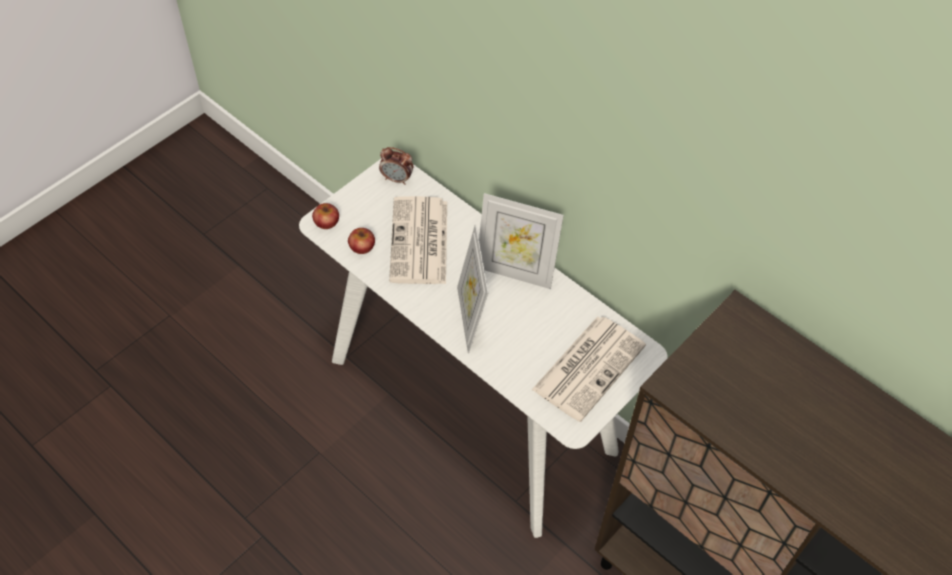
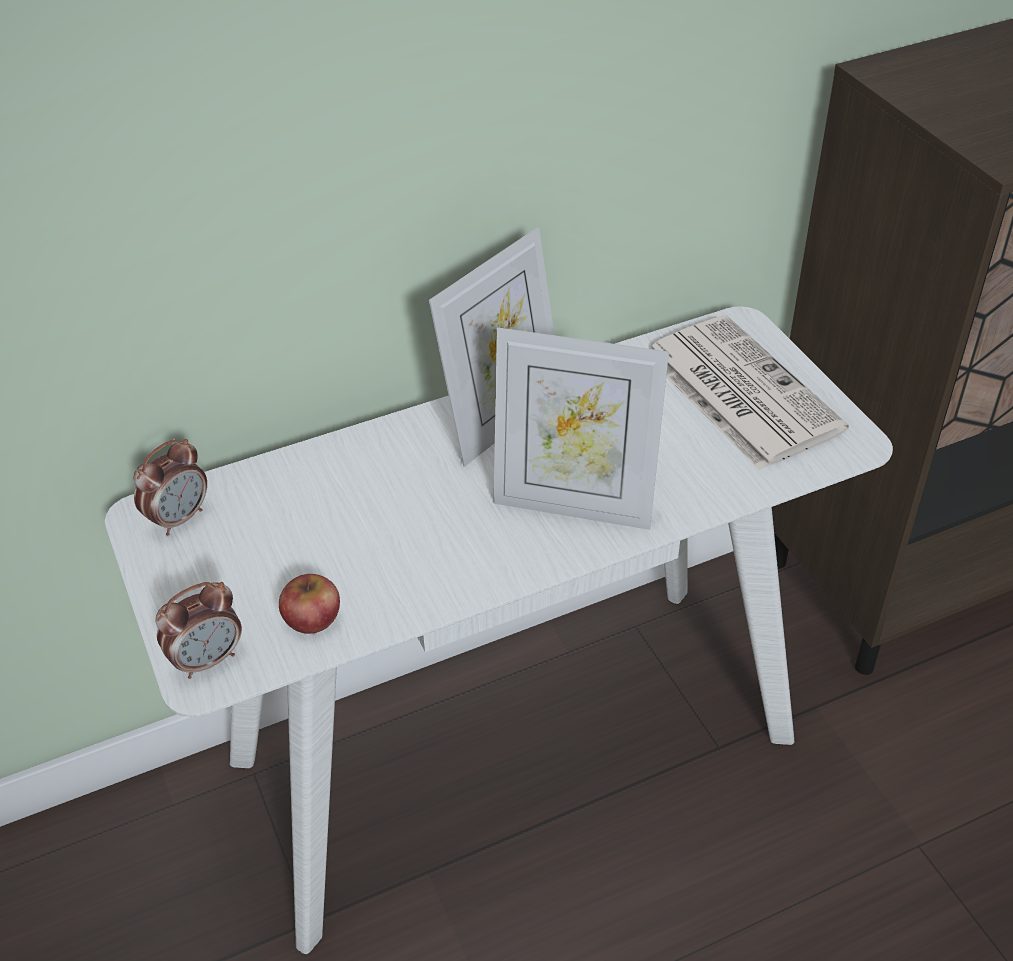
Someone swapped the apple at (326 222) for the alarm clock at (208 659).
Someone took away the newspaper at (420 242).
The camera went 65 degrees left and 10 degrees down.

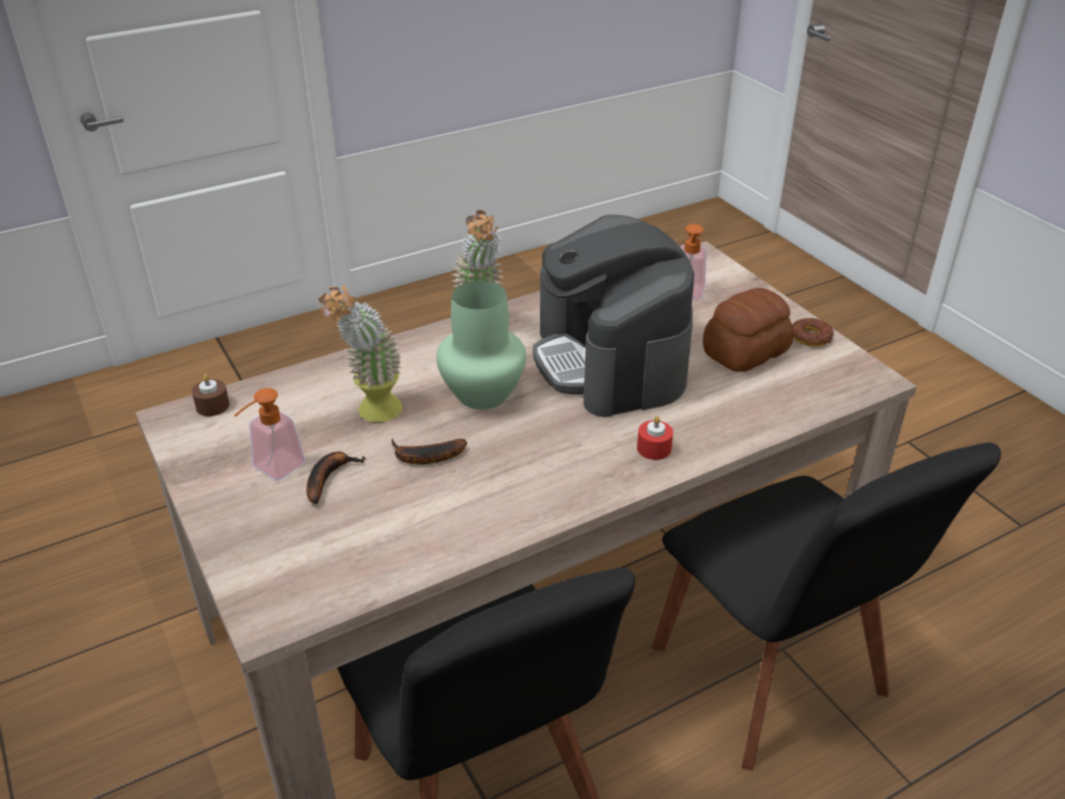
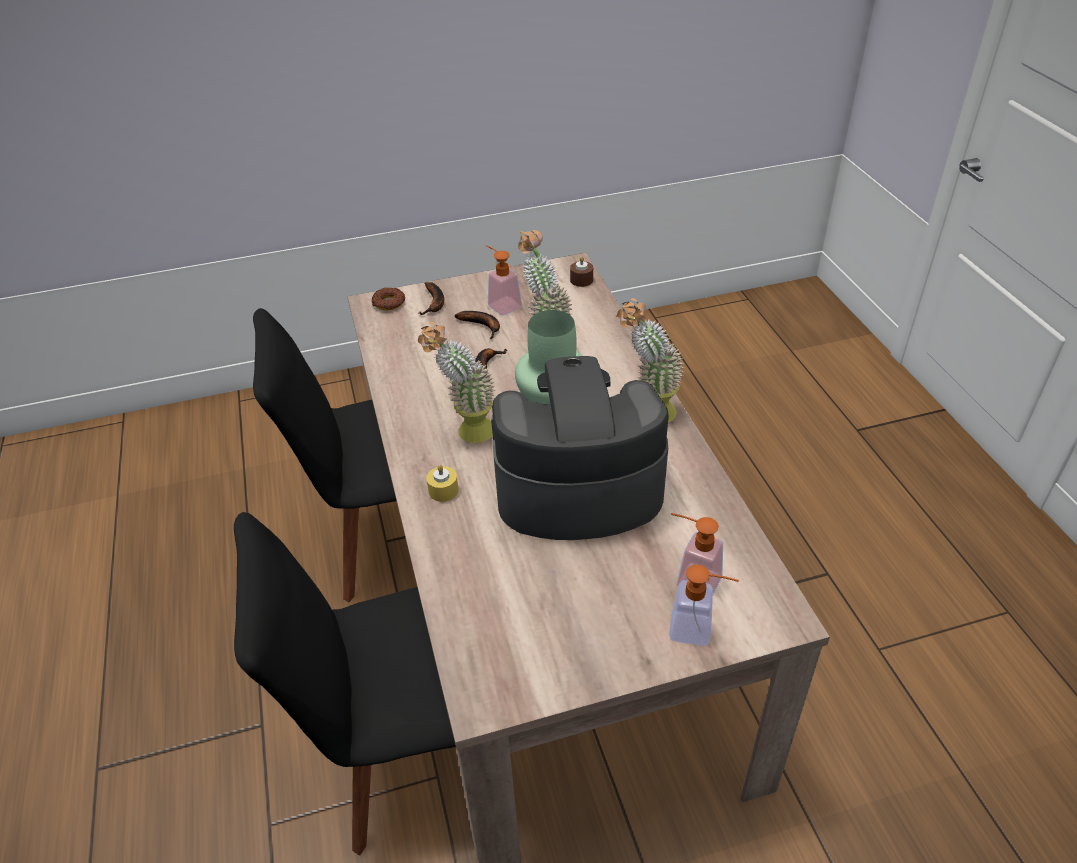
Someone carried the donut from (811 337) to (389 303).
Someone put down the potted plant at (466 433).
Someone put down the banana at (434 303).
Someone repainted the red candle at (654 448), which became the yellow candle at (443 490).
Someone put down the soap dispenser at (699 630).
Someone took away the bread at (744 351).
The camera went 105 degrees right and 5 degrees up.

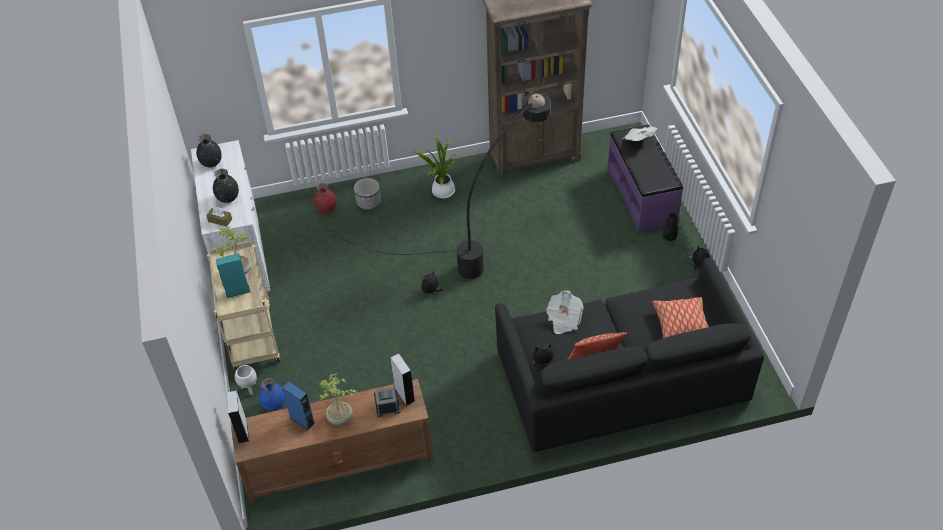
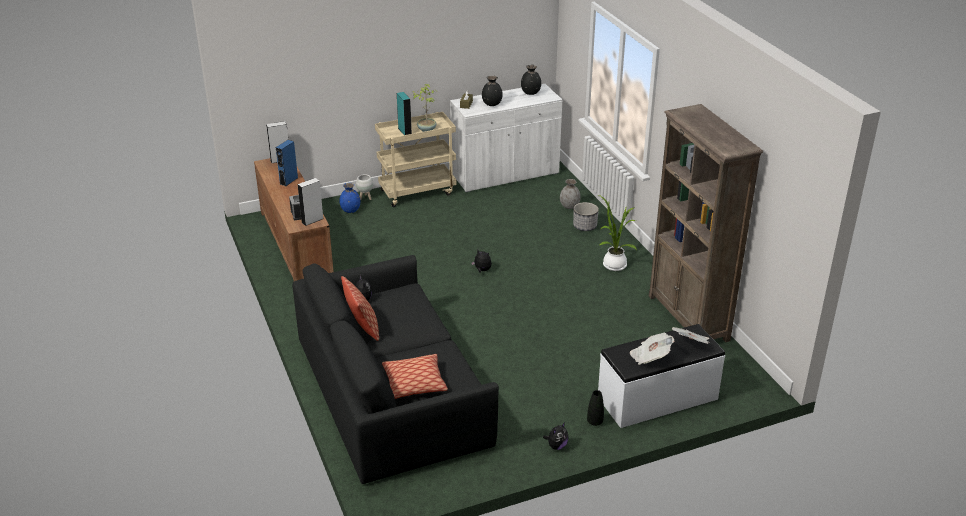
Someone repainted the red vase at (326 208), which became the grey vase at (569 206).
Someone repainted the purple bench at (642 195), which became the white bench at (658 399).
Someone carried the newspaper from (563 319) to (650 357).
Someone took away the potted plant at (340 418).
Someone took away the black floor lamp at (480 244).
The camera went 80 degrees right and 15 degrees down.

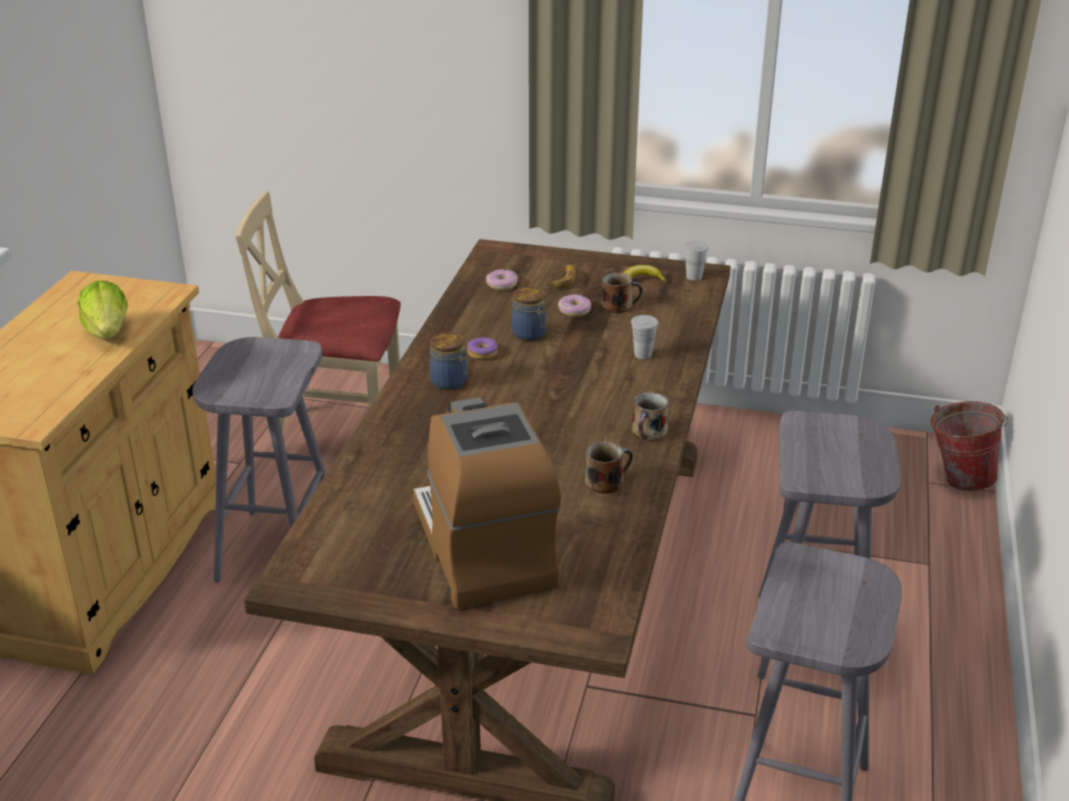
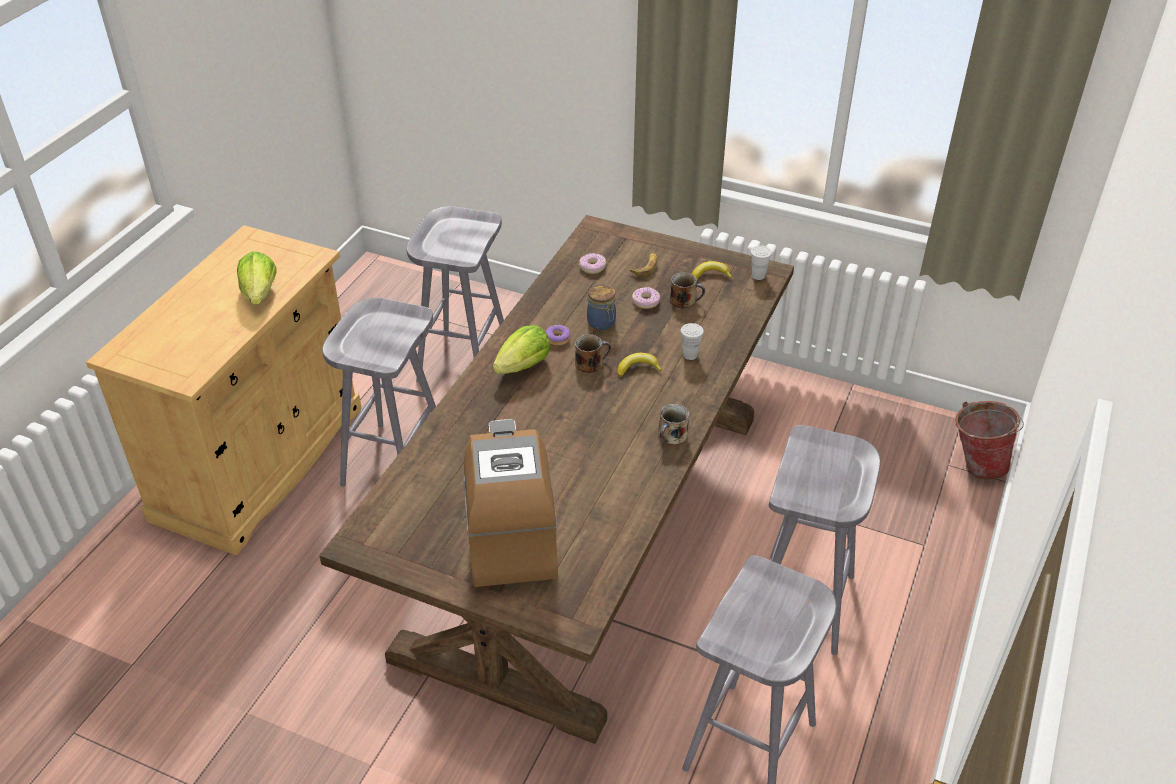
Someone swapped the beige chair at (339 436) for the grey stool at (463 360).
Someone swapped the jar at (450 382) for the lettuce at (524 366).
Someone carried the mug from (606 481) to (590 363).
Someone put down the banana at (638 368).
The camera went 10 degrees right and 10 degrees up.

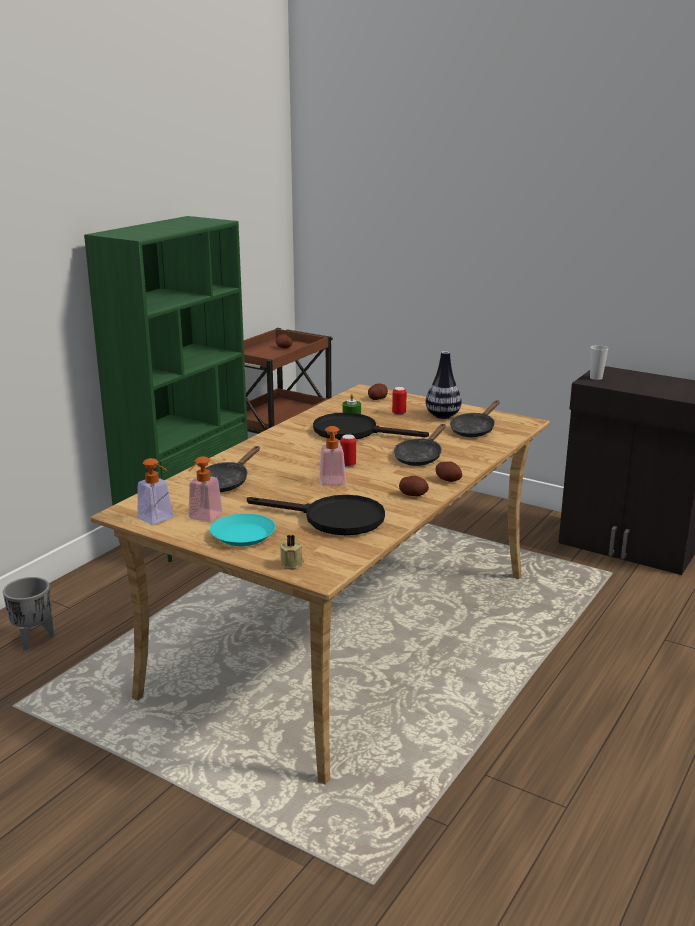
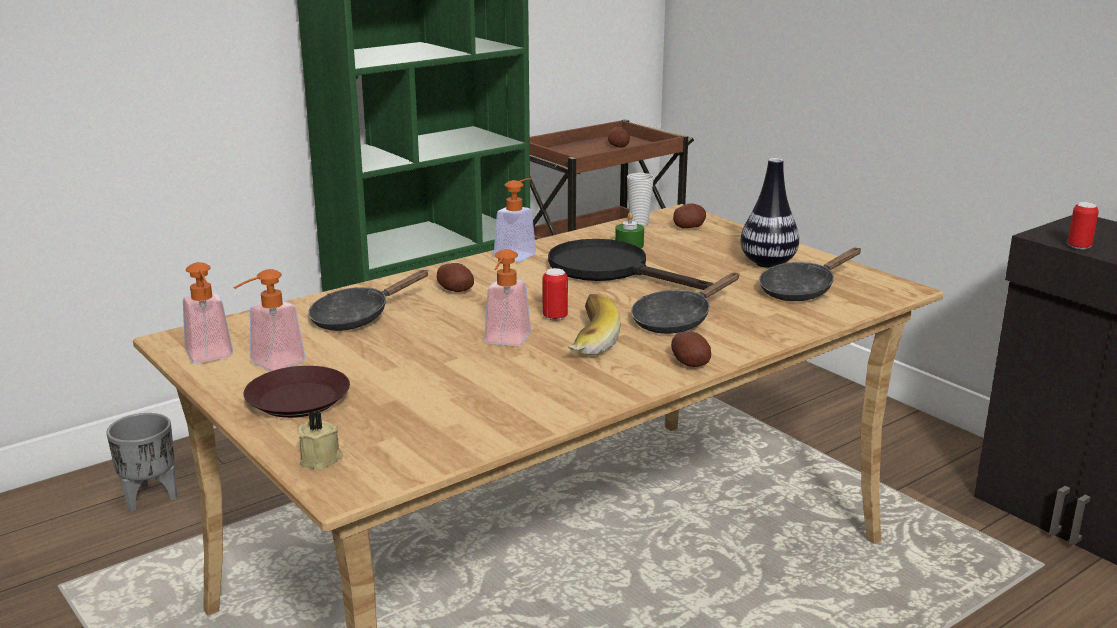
Someone repainted the turquoise plate at (242 535), which became the brown plate at (297 400).
Someone carried the potato from (413 495) to (456 290).
Someone put down the soap dispenser at (519 254).
Someone put down the banana at (585 340).
Someone carried the cup from (596 378) to (639 223).
Someone carried the can from (399 413) to (1079 247).
Someone took away the black frying pan at (333 519).
The camera went 20 degrees right and 0 degrees up.

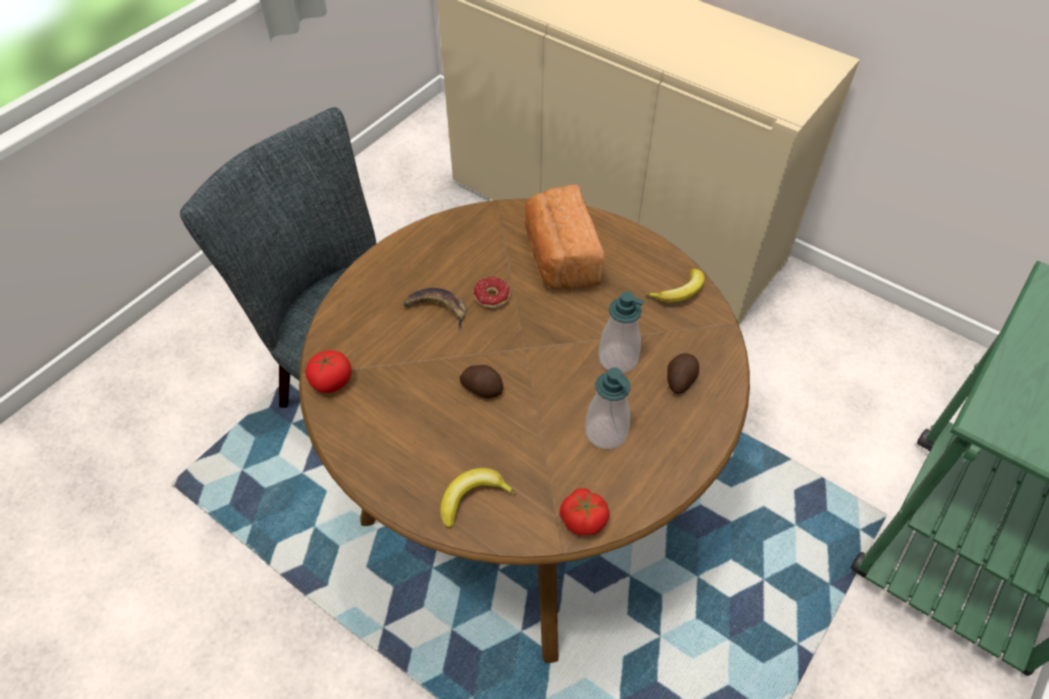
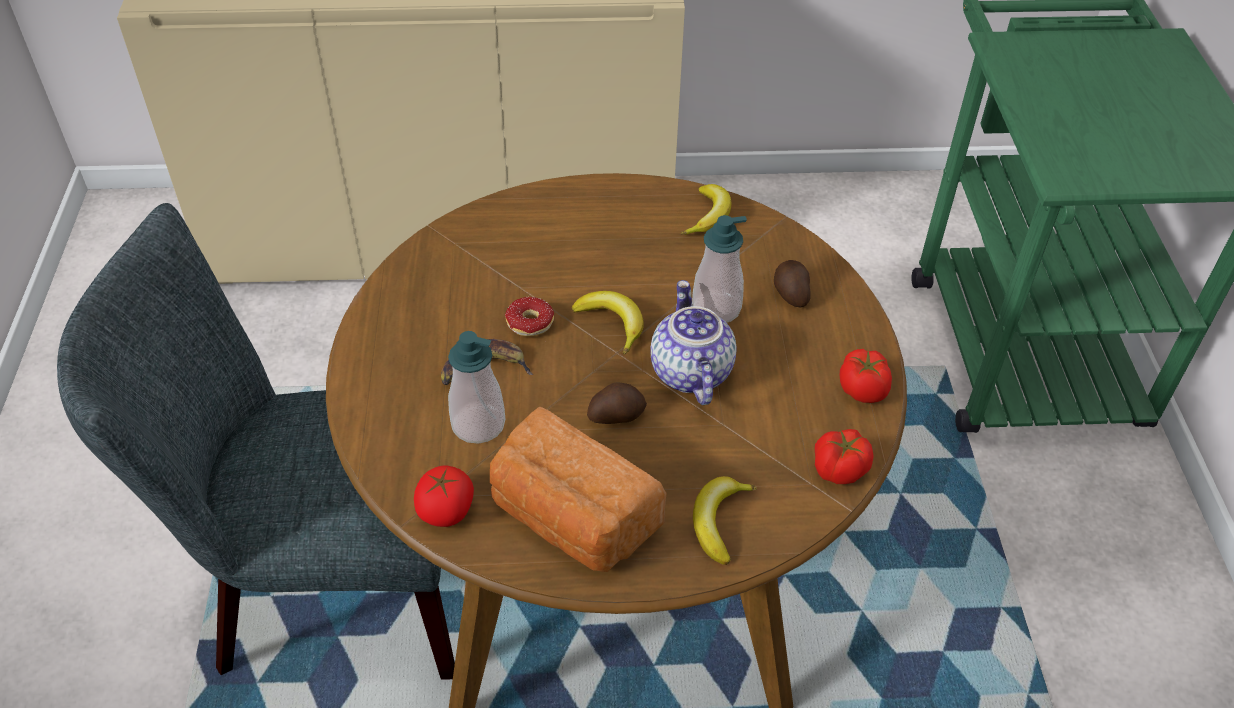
Someone carried the soap dispenser from (606 432) to (478 424).
Someone carried the bread from (560 257) to (571 519).
Someone put down the banana at (612 323).
Someone put down the teapot at (688 372).
Someone put down the tomato at (862 390).
The camera went 40 degrees left and 5 degrees down.

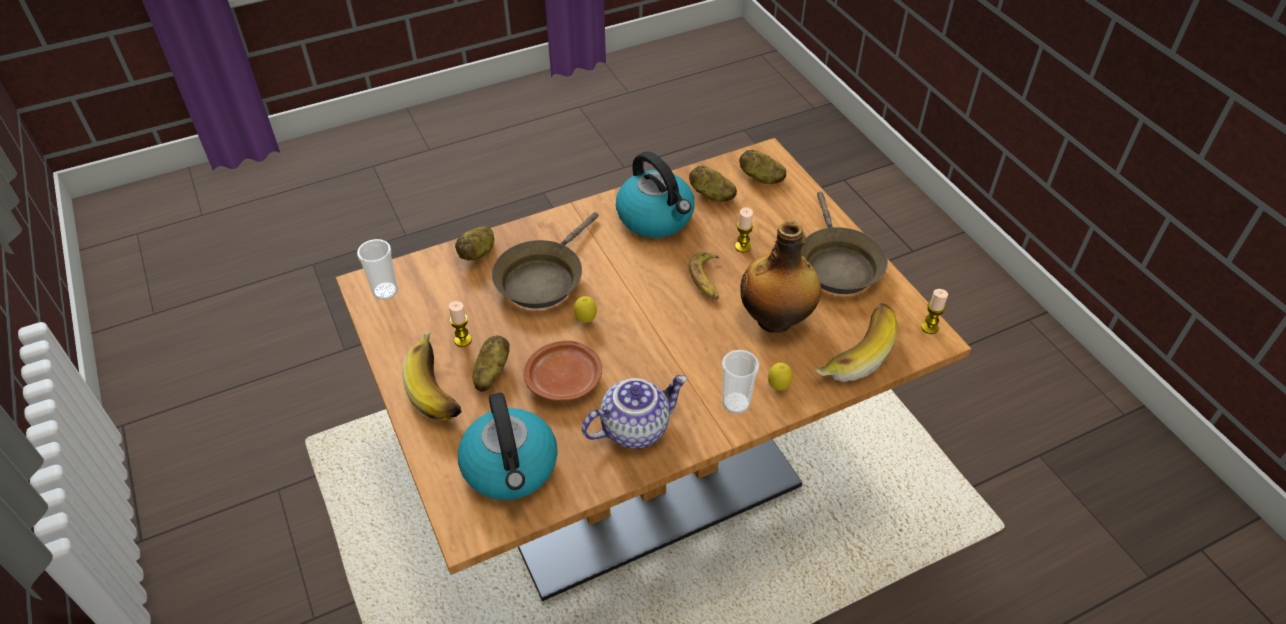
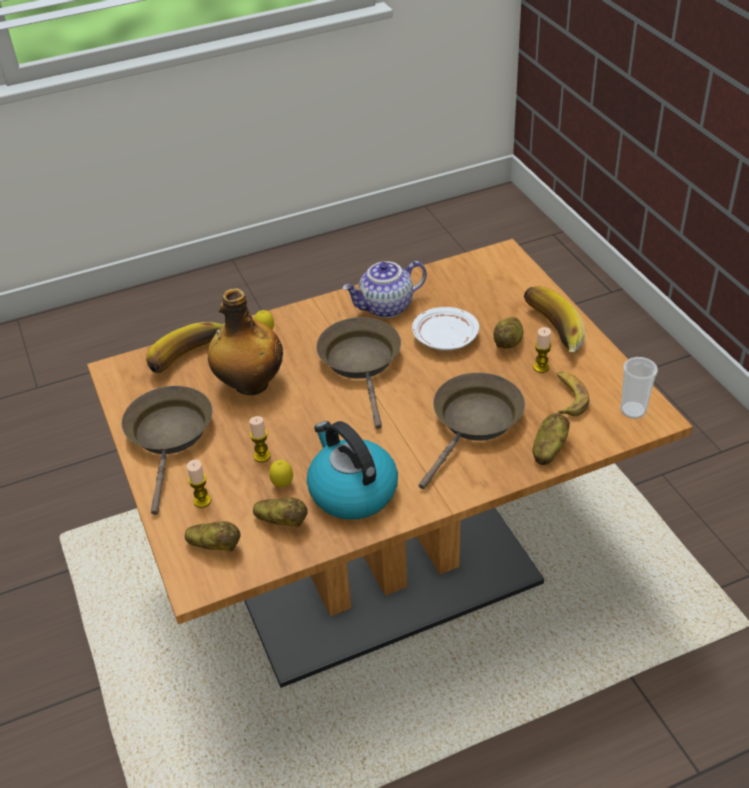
Someone carried the candle from (929 327) to (202 501).
Someone carried the lemon from (586 320) to (282 485).
Someone put down the brown frying pan at (362 363).
Someone repainted the brown plate at (565 379), which became the white plate at (444 338).
Someone carried the banana from (707 280) to (568 397).
Someone took away the kettle at (511 467).
Someone took away the cup at (736 403).
The camera went 175 degrees left and 5 degrees down.

